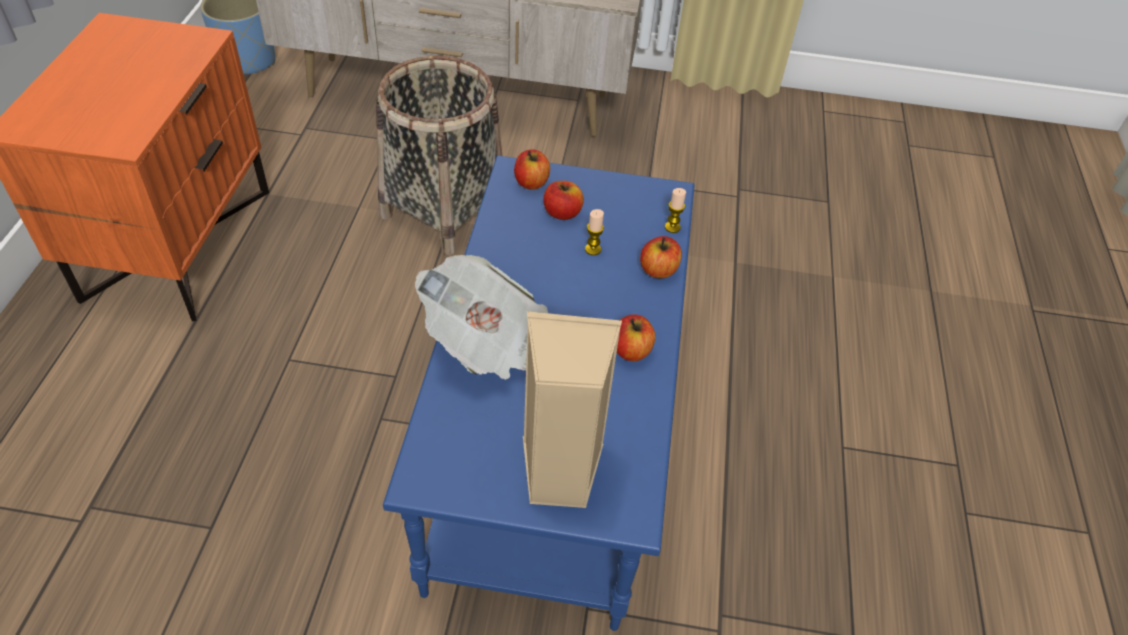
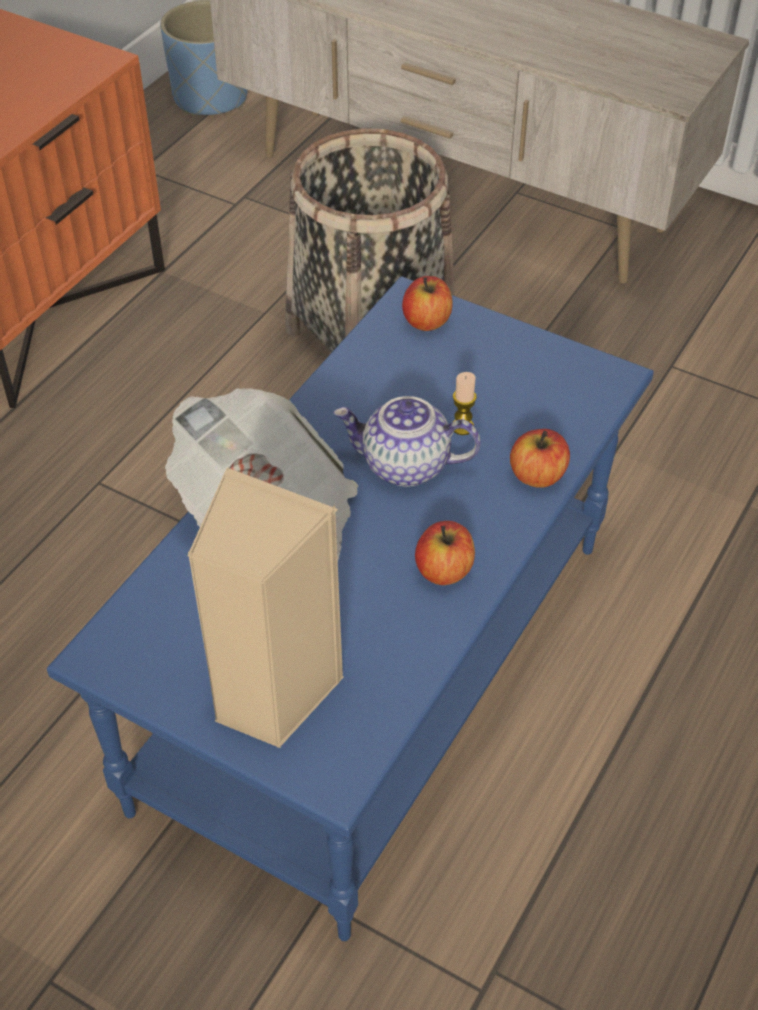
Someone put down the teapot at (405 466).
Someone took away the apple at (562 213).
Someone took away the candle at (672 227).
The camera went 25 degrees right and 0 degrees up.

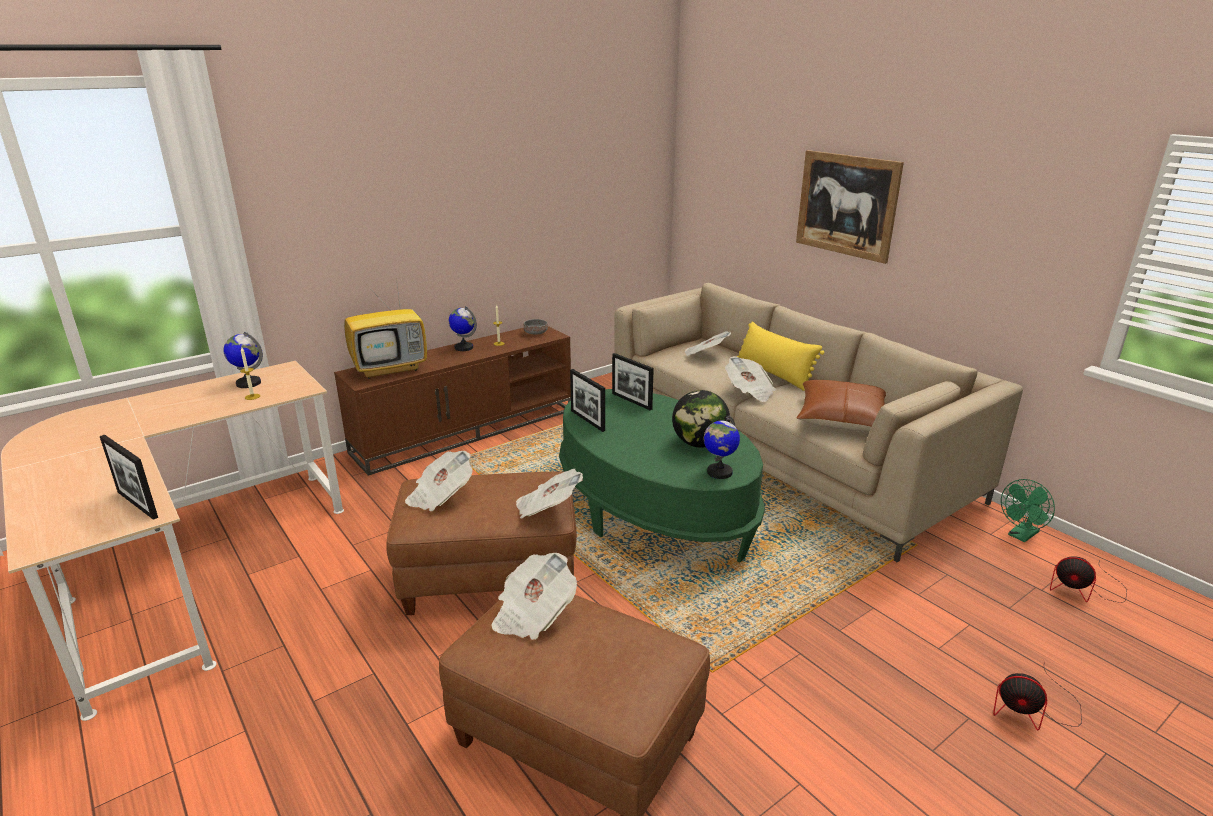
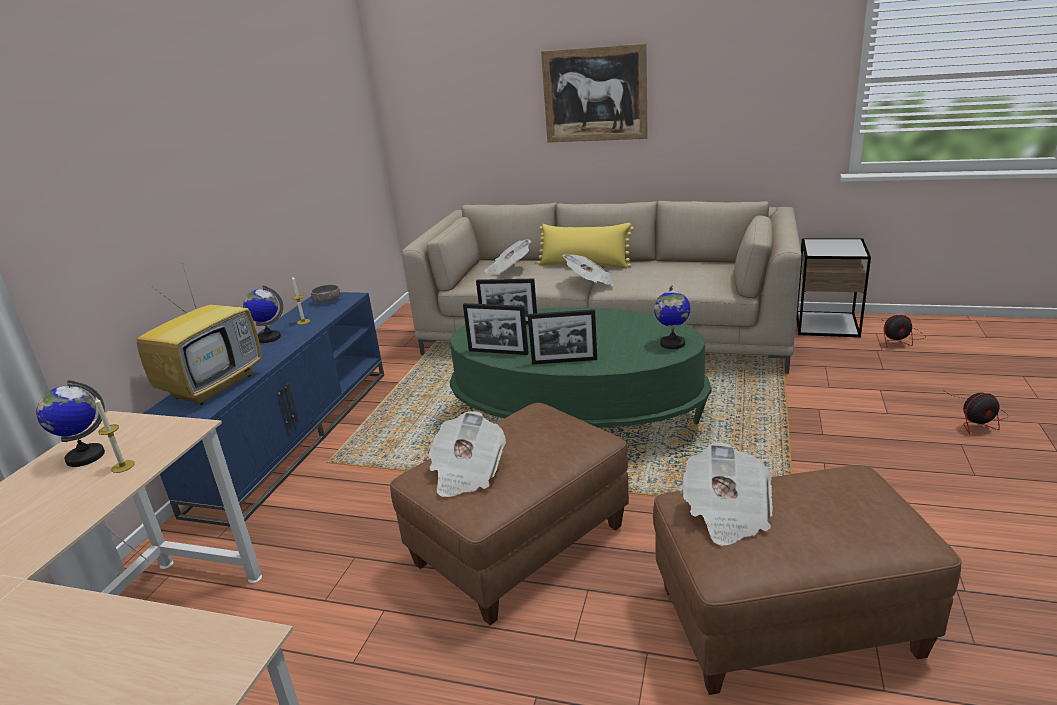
Someone repainted the brown tv stand at (466 430), which became the blue tv stand at (295 435).
Someone carried the picture frame from (137 504) to (564 361).
Someone swapped the green fan at (1021 536) for the side table at (826 324).
Someone took away the newspaper at (547 508).
Someone took away the globe at (699 444).
Someone took away the brown pillow at (841 419).
The camera went 35 degrees left and 0 degrees up.

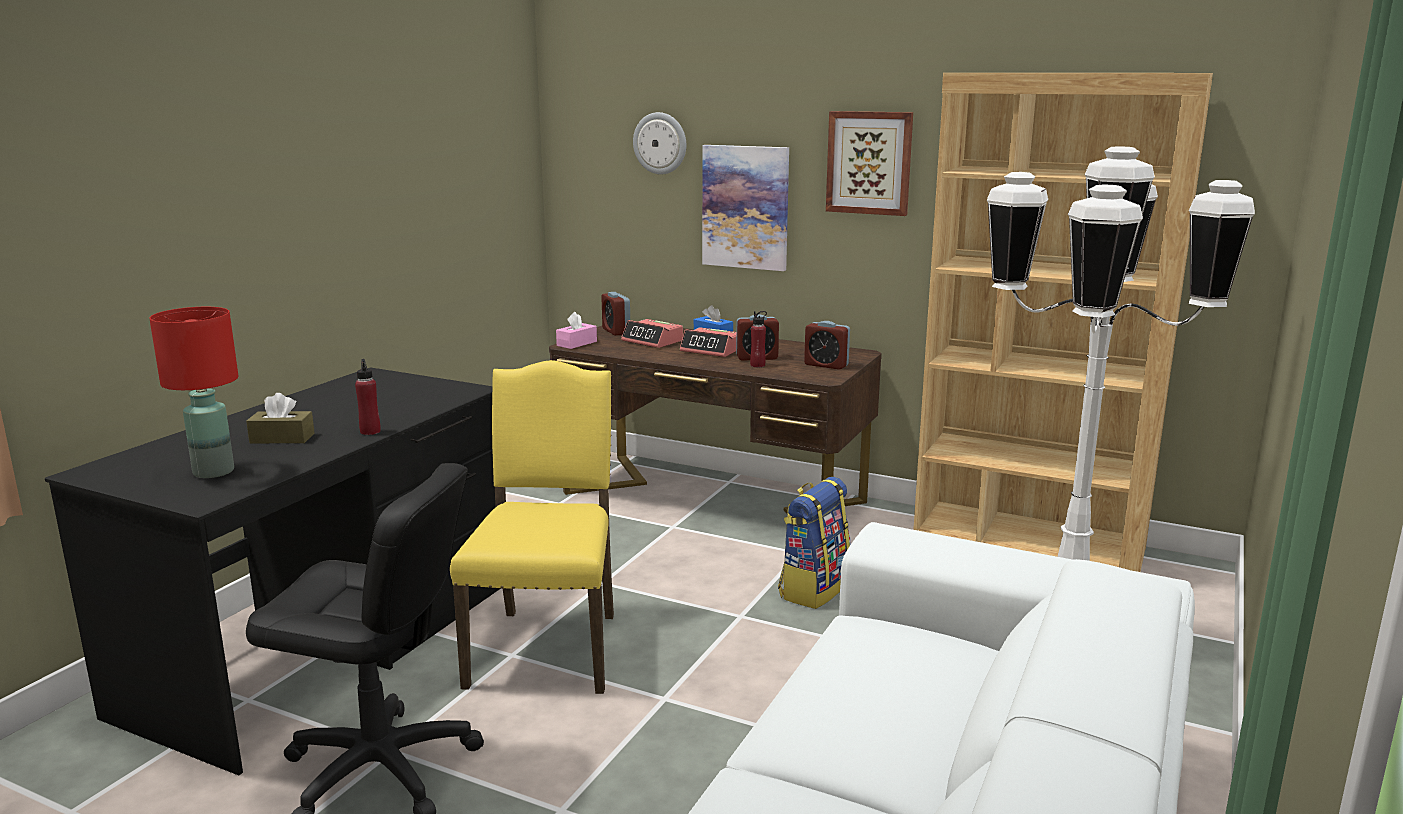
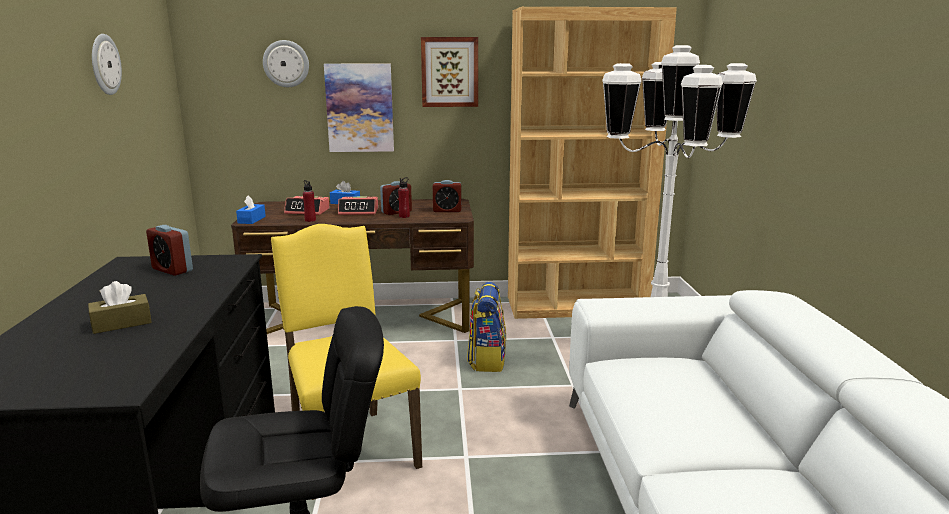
Someone put up the wall clock at (104 64).
Someone carried the alarm clock from (616 331) to (172 270).
Someone repainted the pink tissue box at (577 343), which became the blue tissue box at (251 220).
Someone carried the red bottle from (370 431) to (310 220).
Someone took away the red table lamp at (213 472).
The camera went 30 degrees left and 0 degrees up.

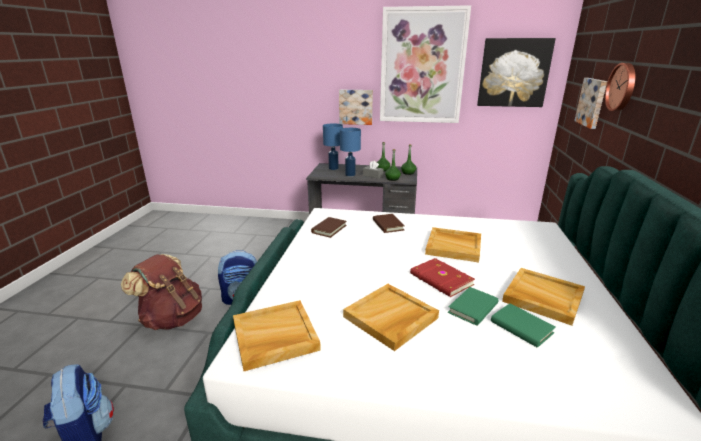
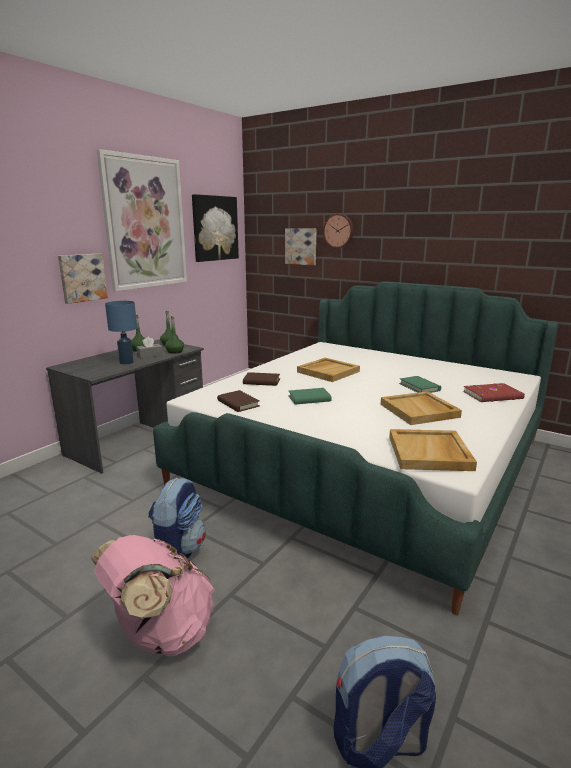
Someone repainted the brown backpack at (172 318), which became the pink backpack at (160 633).
Someone carried the green book from (521 327) to (309 399).
Someone carried the red book from (441 280) to (493 395).
Someone took away the blue table lamp at (333 168).
Someone took away the beige tray at (542 297).
The camera went 65 degrees left and 5 degrees down.

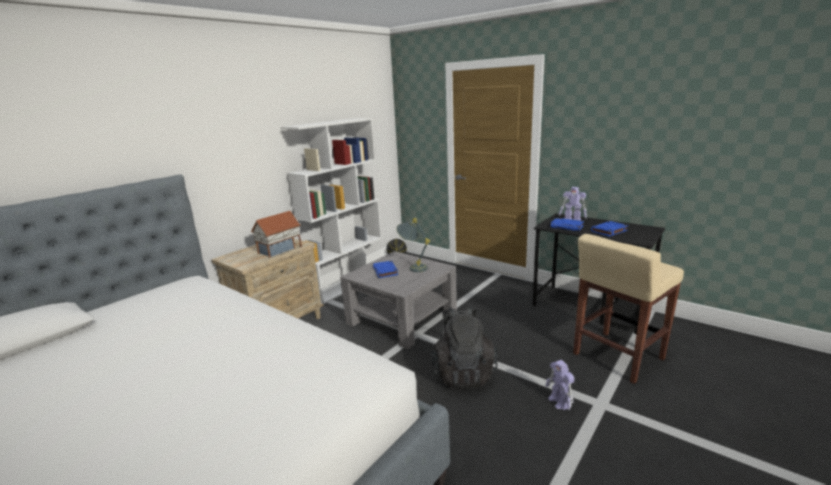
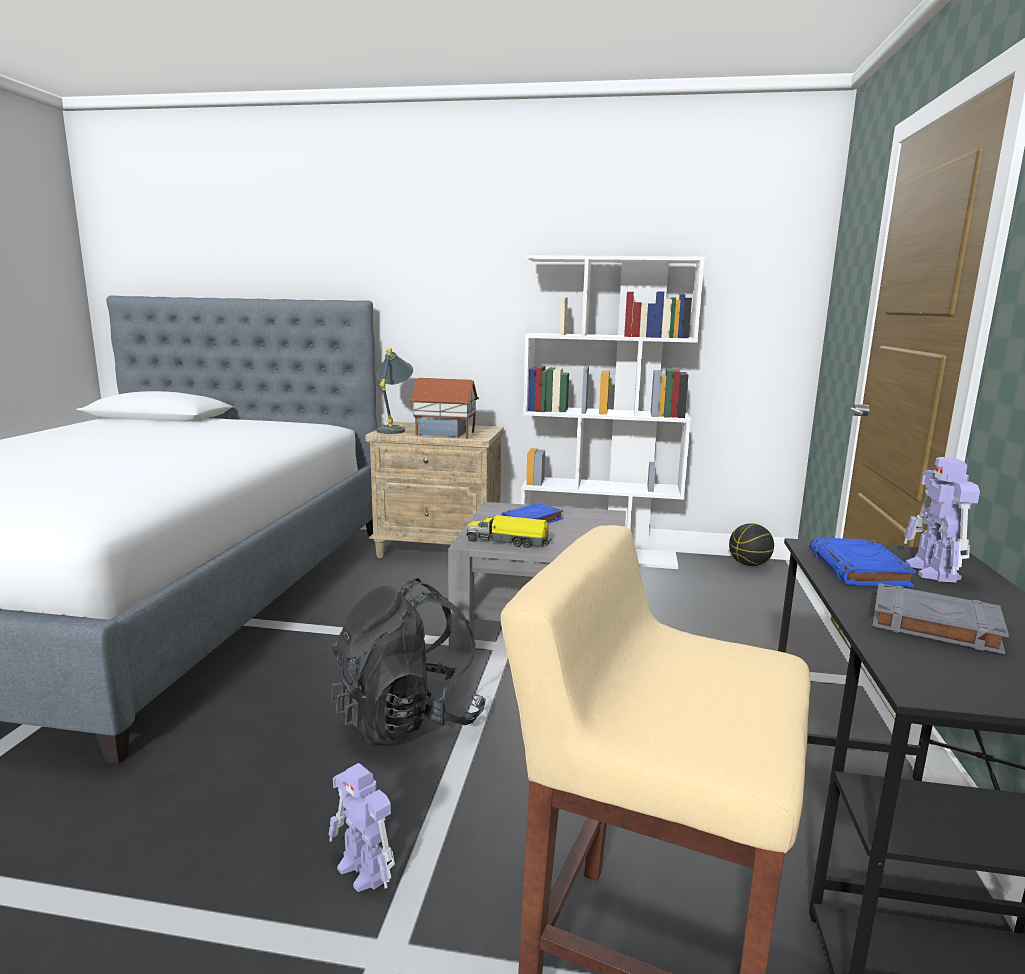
Someone rotated the toy robot at (559 402) by 90 degrees counterclockwise.
Someone carried the grey table lamp from (413 267) to (394 429).
Someone put down the toy truck at (509 542).
Someone repainted the blue book at (609 231), which became the grey book at (932 625).
The camera went 60 degrees right and 5 degrees down.

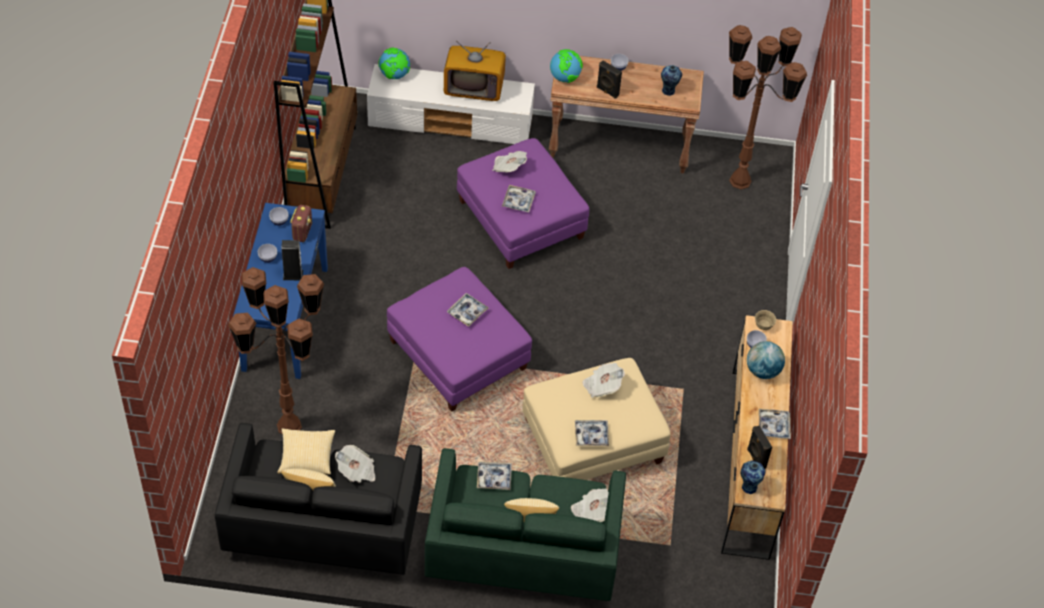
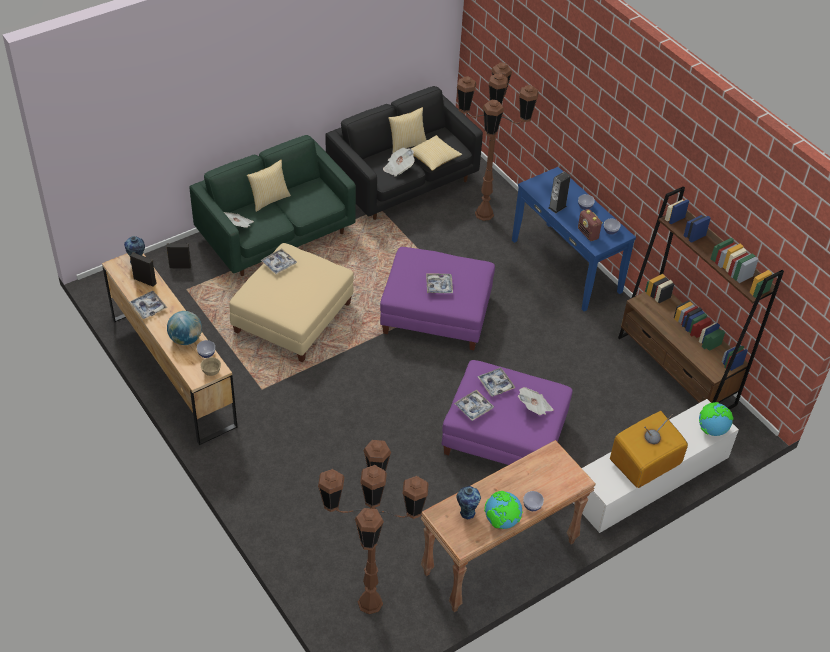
Someone carried the black speaker from (607 92) to (180 266).
Someone carried the tray from (494 478) to (473 408).
Someone carried the globe from (565 78) to (501 521).
Someone took away the newspaper at (602 386).
The camera went 140 degrees right and 5 degrees down.

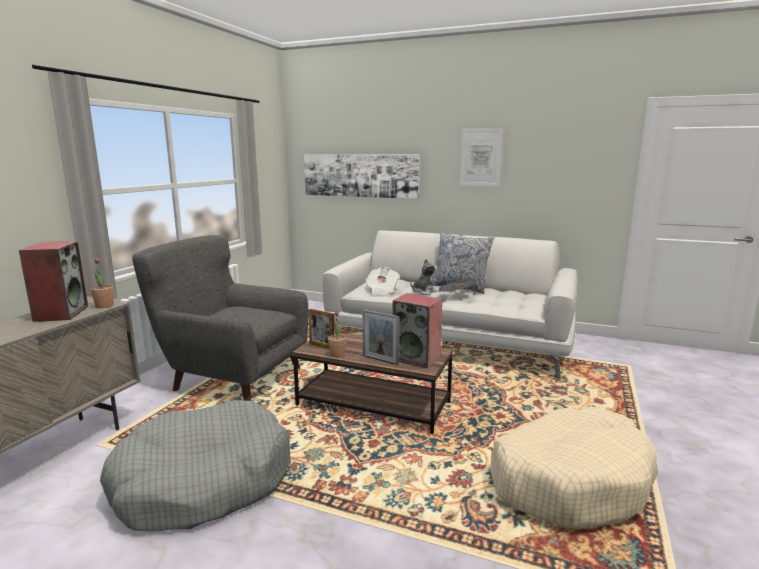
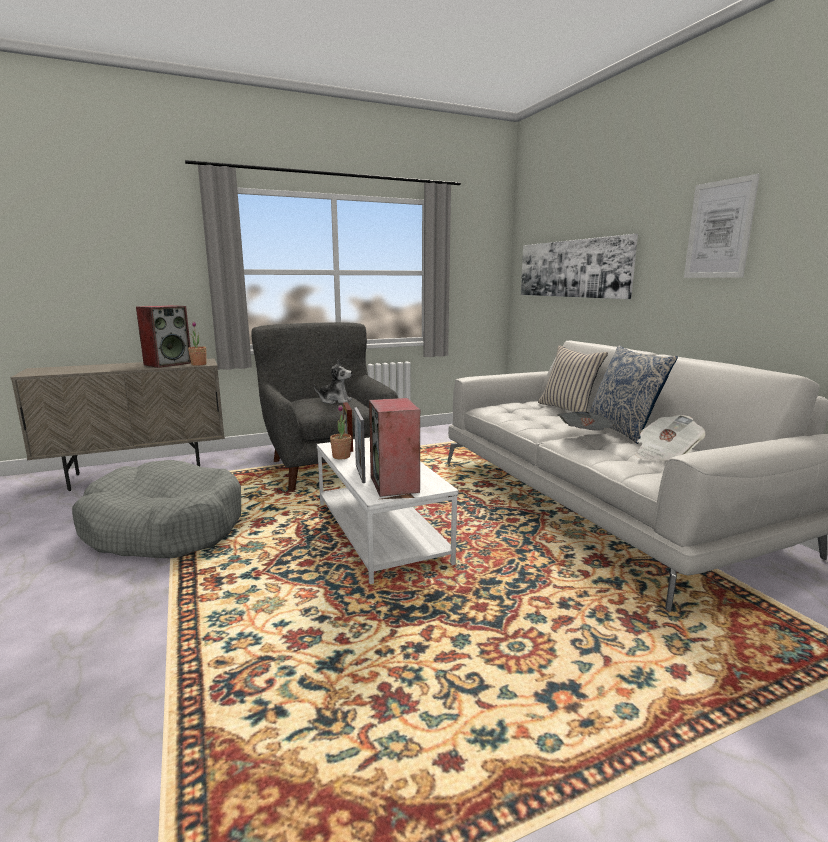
Someone carried the plush toy from (423 292) to (335 401).
Someone repainted the brown coffee table at (374 403), which became the white coffee table at (380 531).
Someone put down the beige pillow at (568 409).
Someone carried the newspaper from (381 290) to (664 454).
Someone took away the beige dog bed at (569 480).
The camera went 45 degrees right and 0 degrees up.

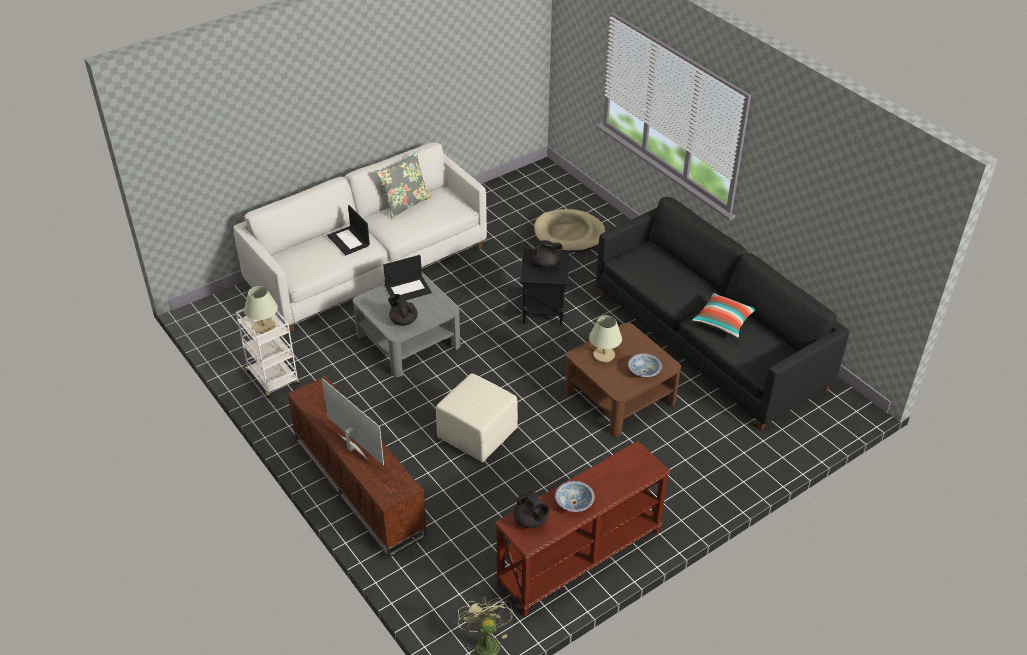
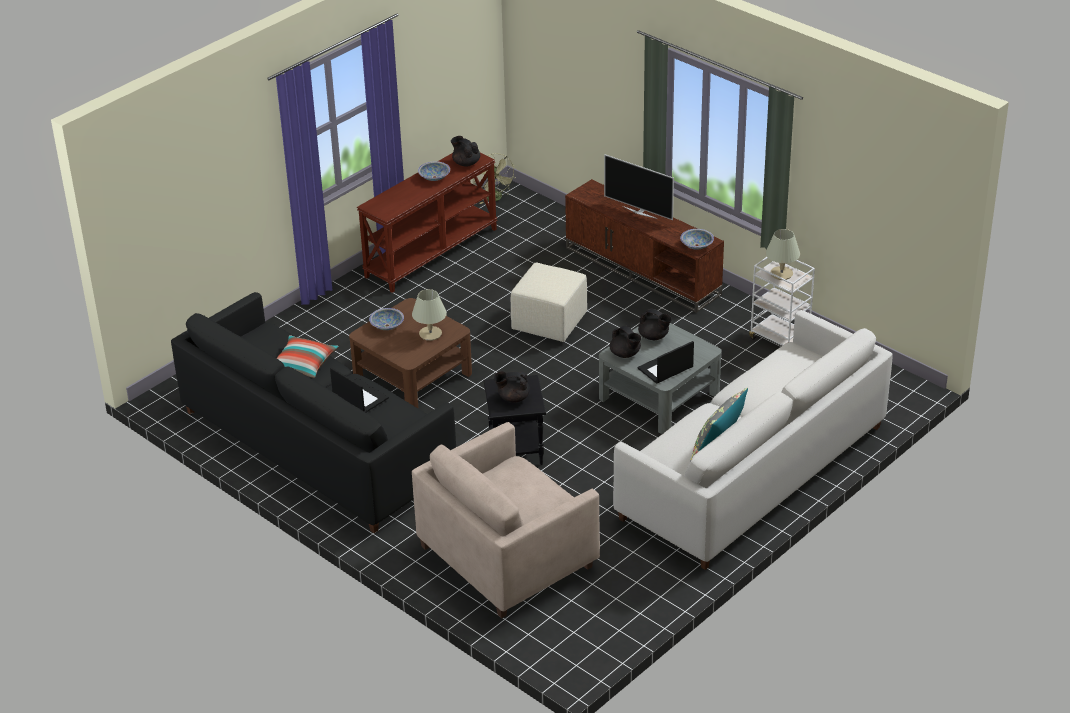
Someone carried the laptop from (349 241) to (359 396).
Someone swapped the beige dog bed at (569 234) for the beige armchair at (508 557).
Someone put down the black teapot at (625 354).
Someone put down the bowl at (696 245).
The camera went 170 degrees right and 5 degrees down.

